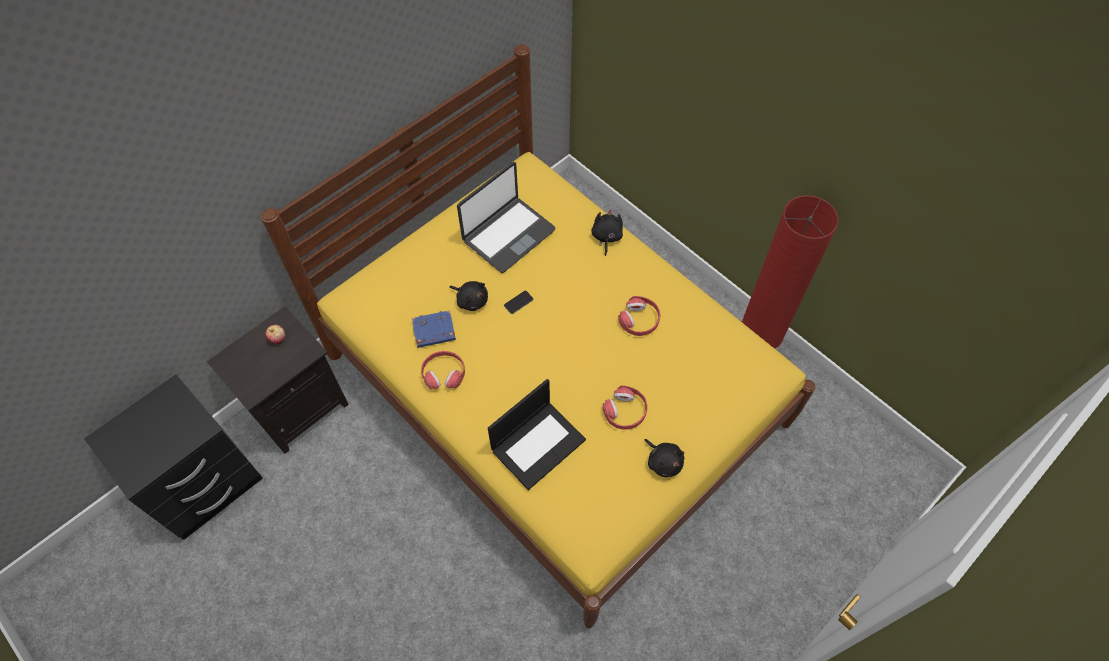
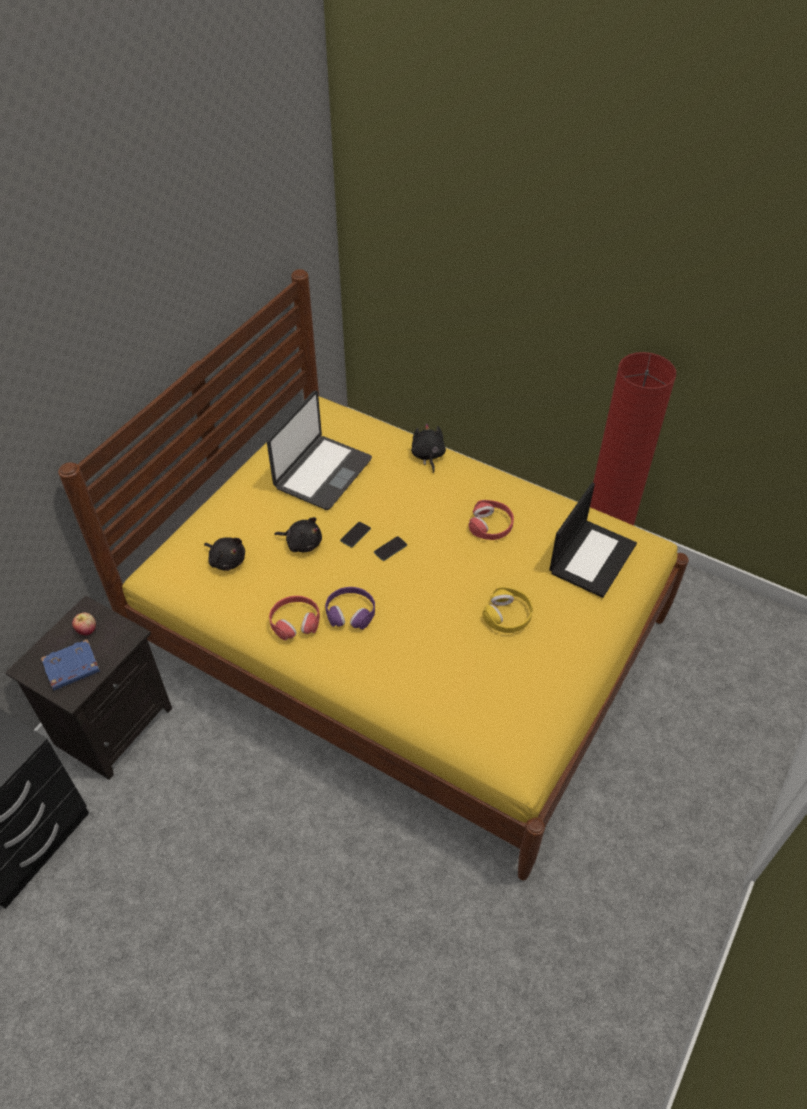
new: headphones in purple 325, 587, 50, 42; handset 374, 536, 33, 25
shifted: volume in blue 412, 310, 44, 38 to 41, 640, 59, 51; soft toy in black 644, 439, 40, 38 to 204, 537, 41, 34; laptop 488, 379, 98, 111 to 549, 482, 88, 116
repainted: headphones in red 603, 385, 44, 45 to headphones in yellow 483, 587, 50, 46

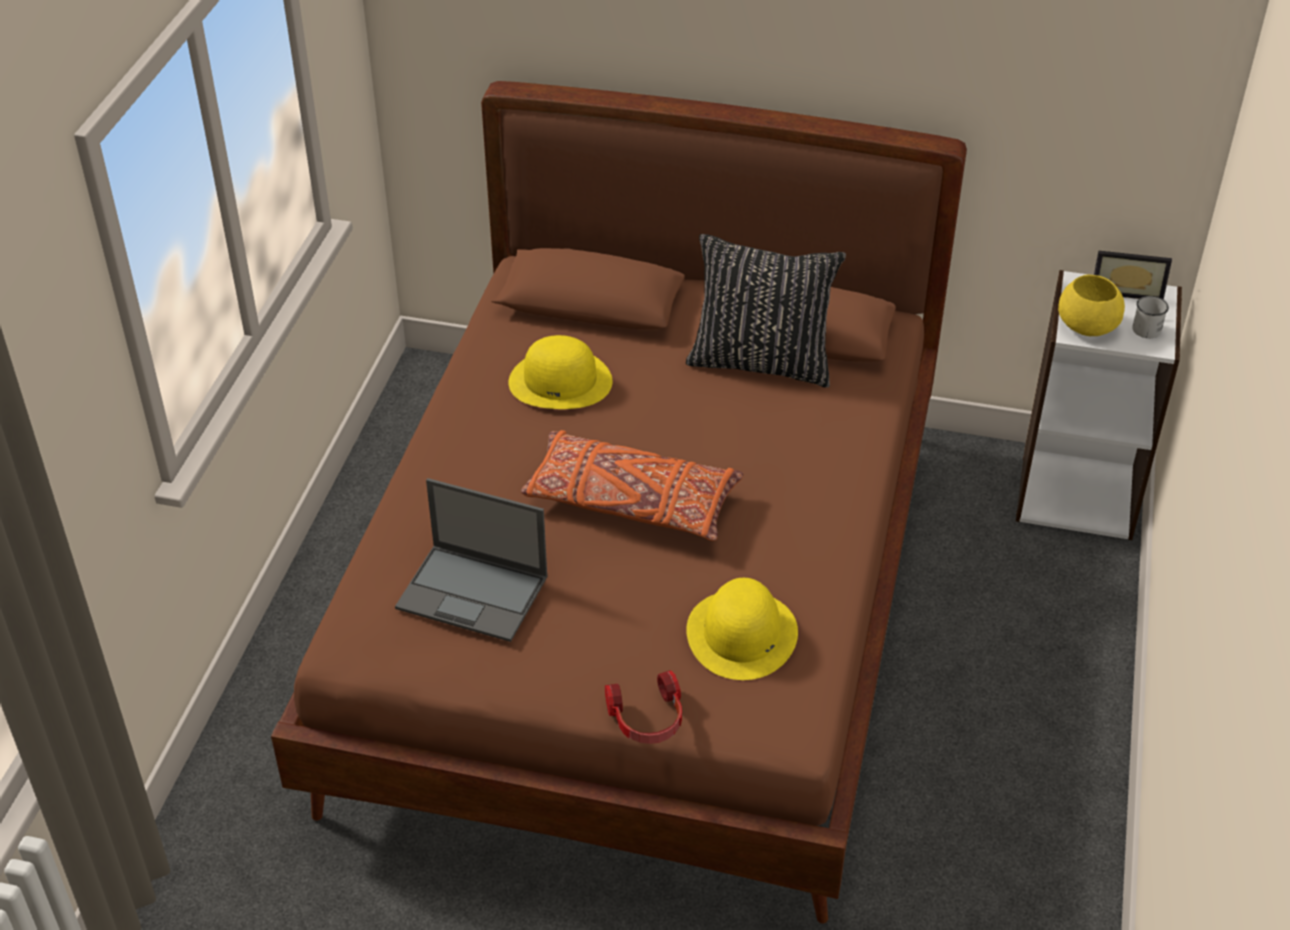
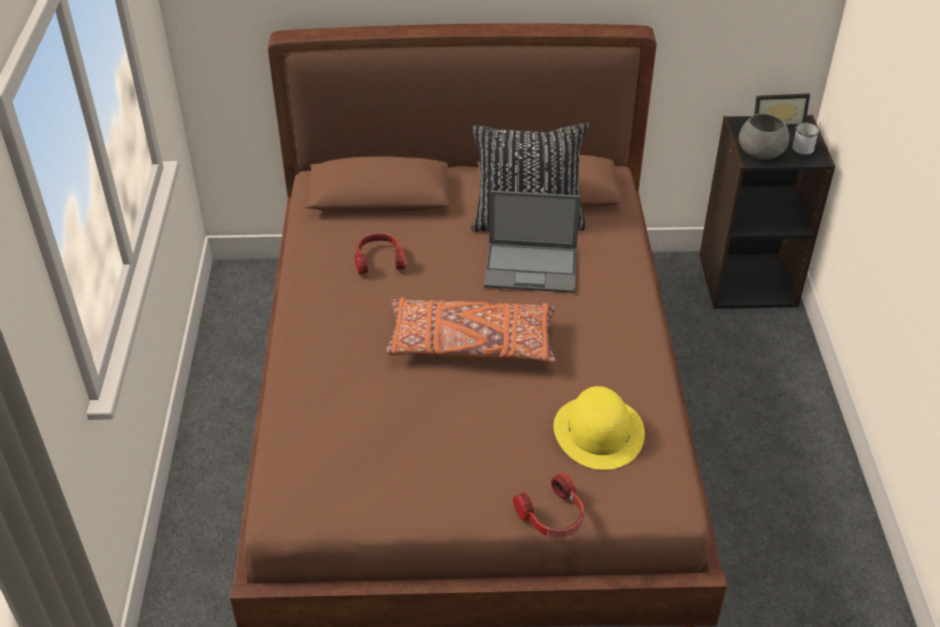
shifted: laptop 395, 478, 153, 164 to 484, 190, 97, 103
swapped: clothing hat in yellow 509, 335, 104, 74 to headphones 355, 233, 50, 41
repainted: shelving unit in white-coloured 1016, 270, 166, 270 to shelving unit in black 699, 115, 136, 194; deep dish in yellow 1058, 275, 67, 61 to deep dish in grey 739, 113, 50, 47

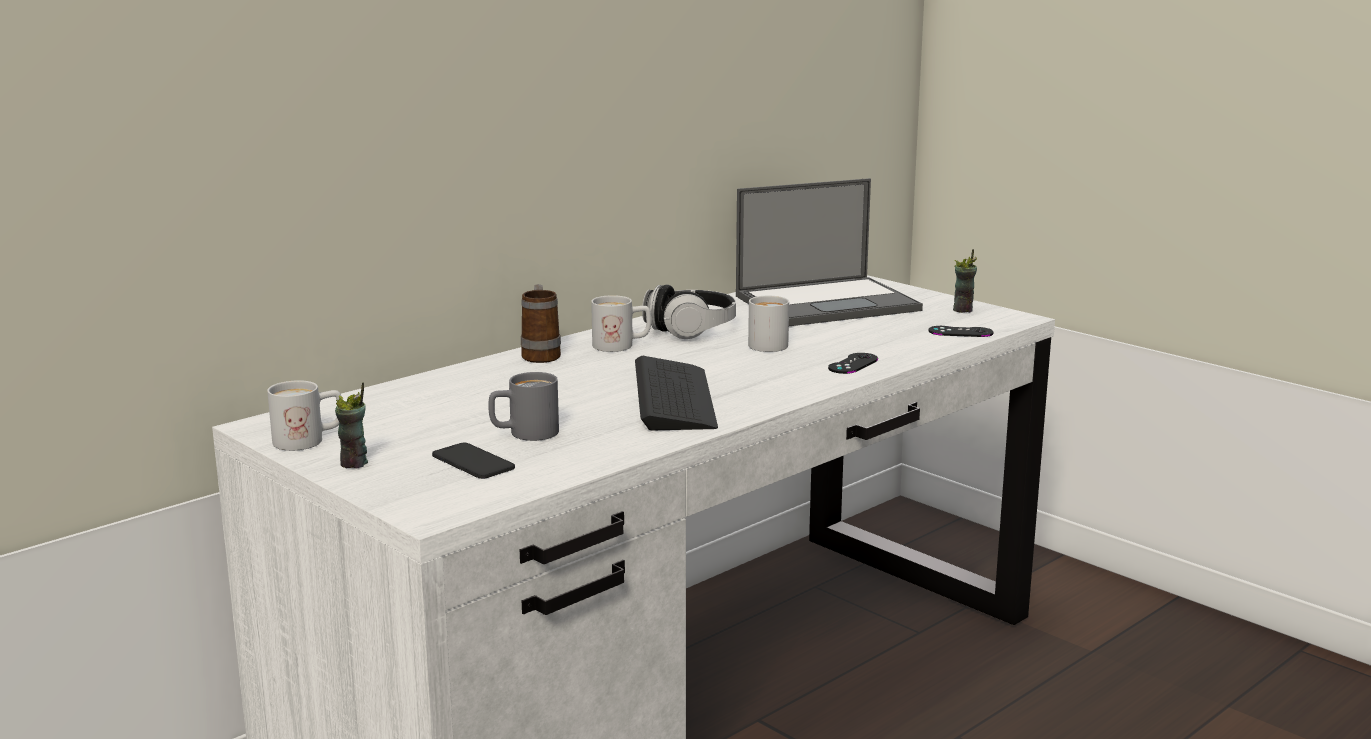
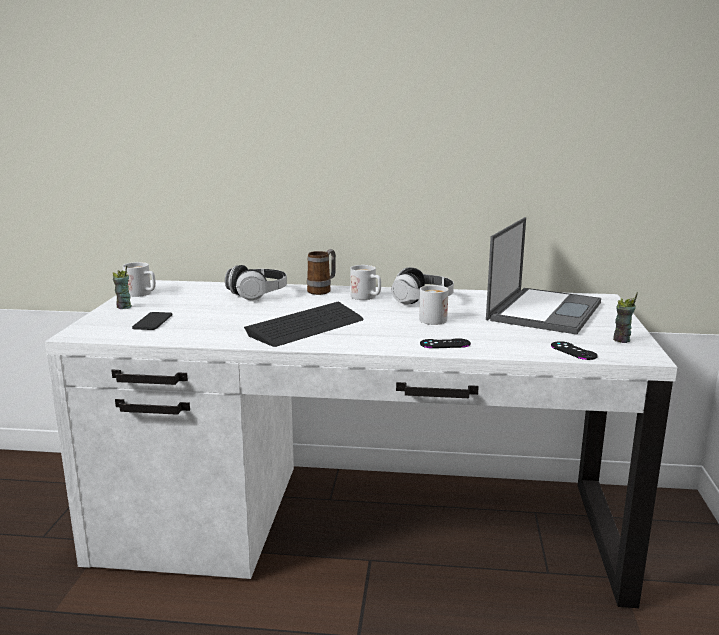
gone: tea mug in grey 488, 372, 71, 69
new: headphones 225, 265, 62, 35
rotated: laptop 736, 178, 187, 148 = 486, 217, 115, 118 90 degrees counterclockwise

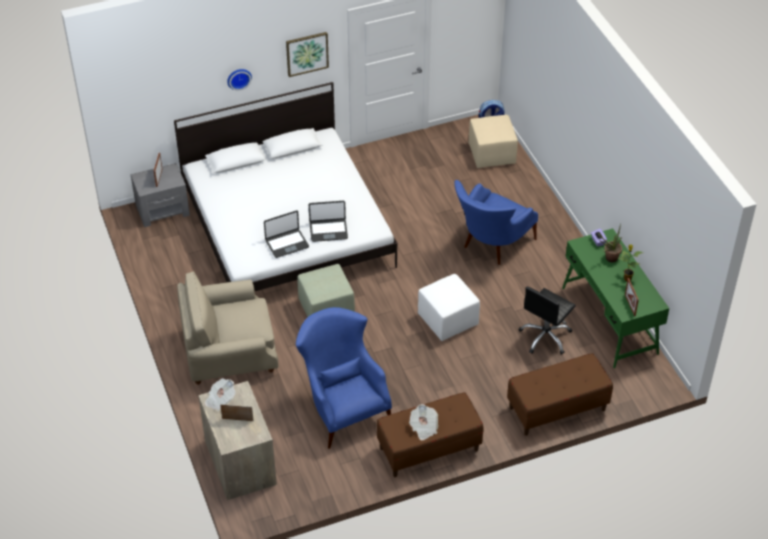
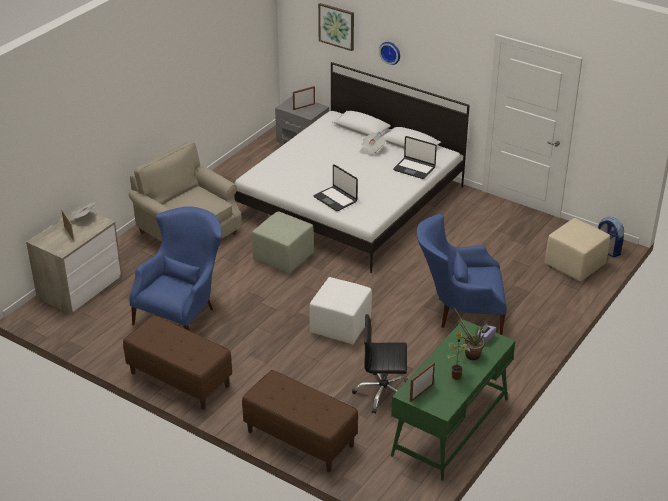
shifted: wall picture 286, 32, 43, 45 to 318, 3, 36, 48; newspaper 409, 404, 29, 36 to 359, 132, 27, 23; laptop 264, 210, 45, 48 to 393, 136, 44, 43

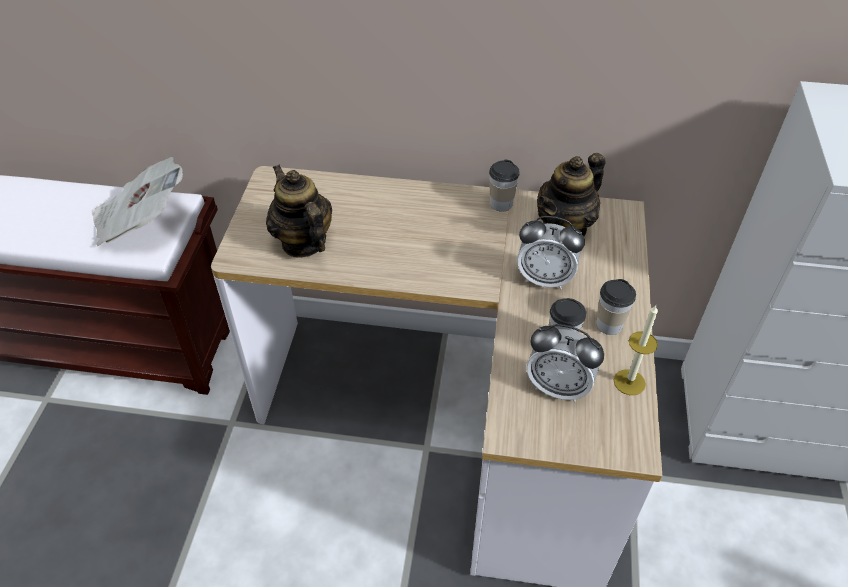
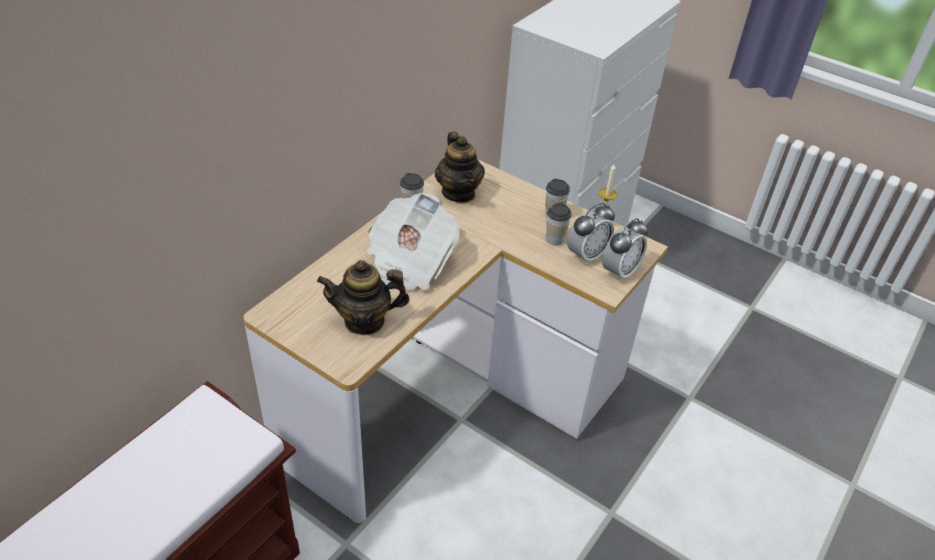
shifted: newspaper 92, 157, 91, 89 to 367, 193, 93, 97; table clock 517, 216, 68, 74 to 602, 218, 47, 64

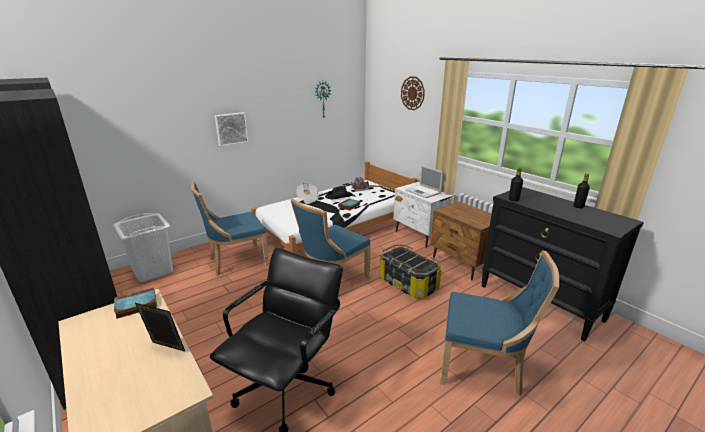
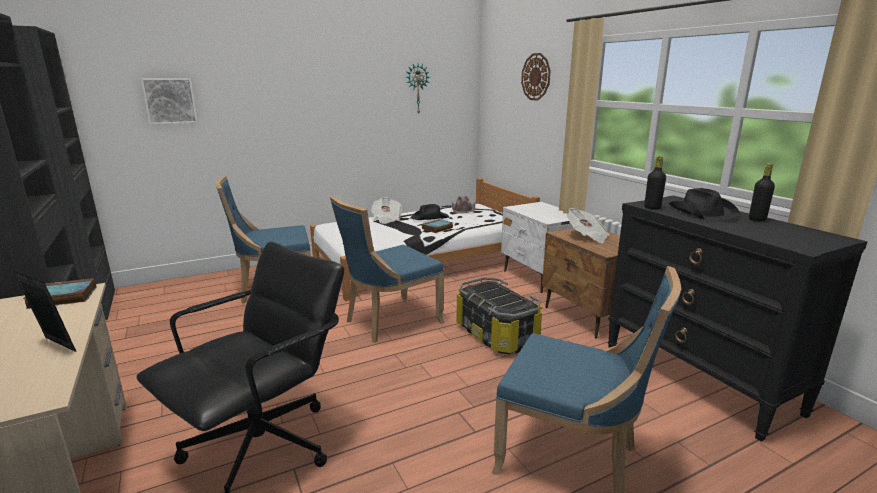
gone: hamper in white-coloured 113, 213, 60, 69; laptop 405, 165, 39, 33
new: newspaper 566, 208, 44, 35; clothing hat in black 669, 188, 71, 33
shifted: wall picture 215, 112, 34, 34 to 141, 78, 57, 47

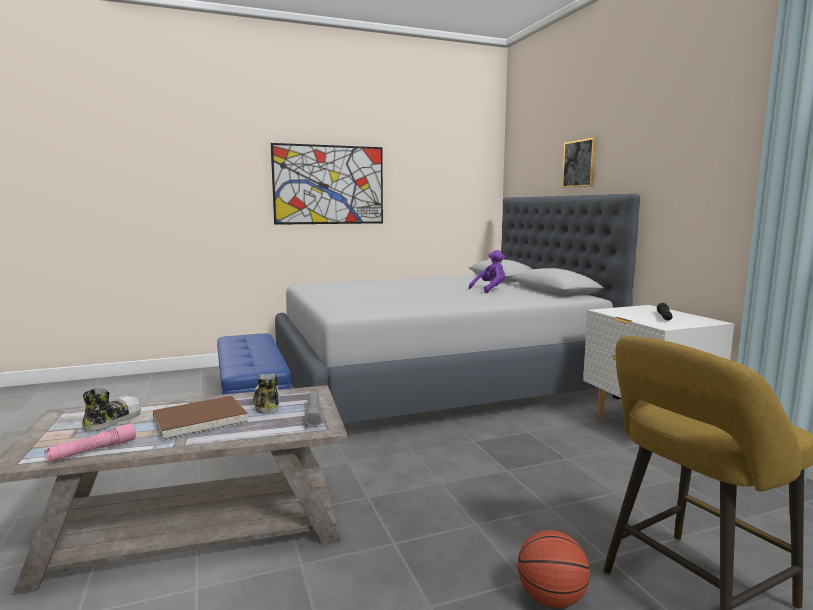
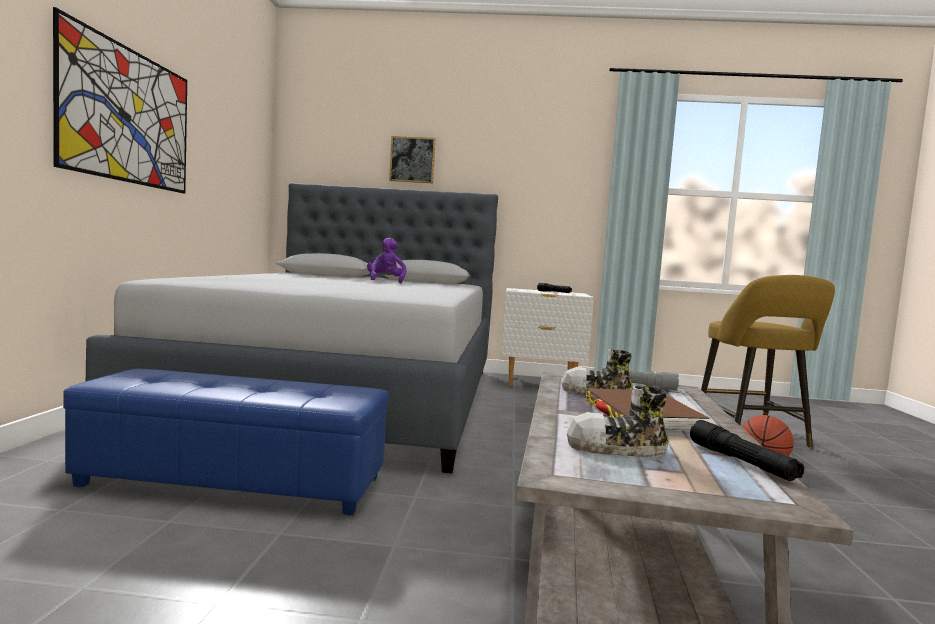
repainted: torch in pinkish 45, 423, 91, 39 to torch in black 690, 420, 114, 61
rotated: low shoe 82, 387, 59, 44 = 567, 385, 102, 72 45 degrees counterclockwise

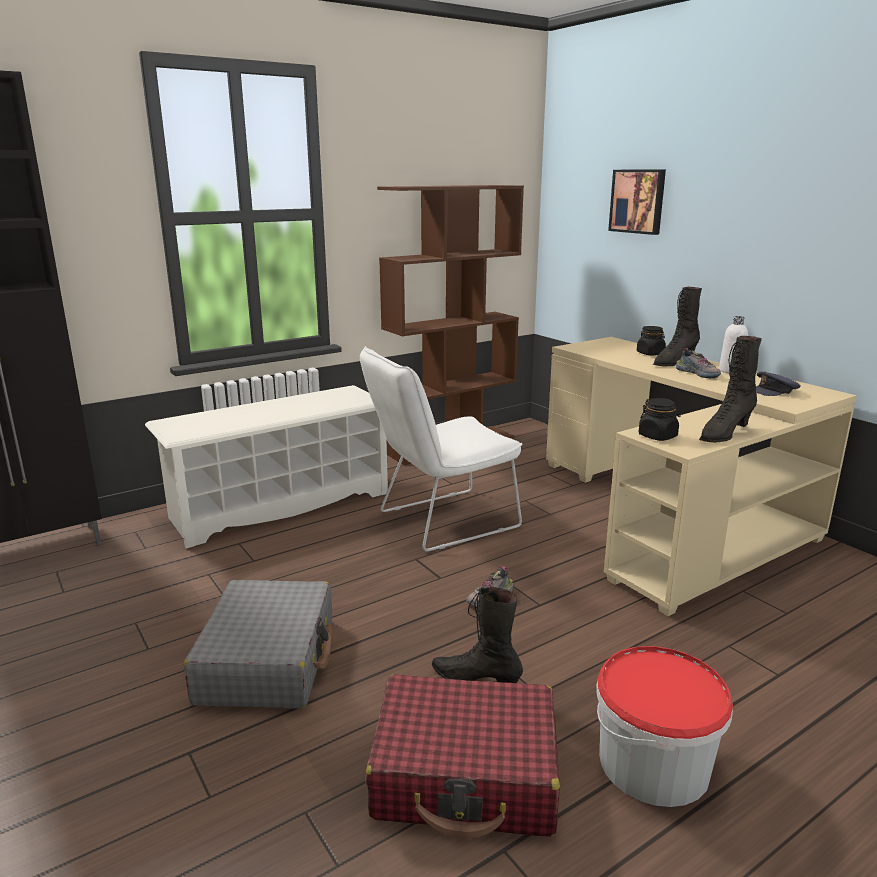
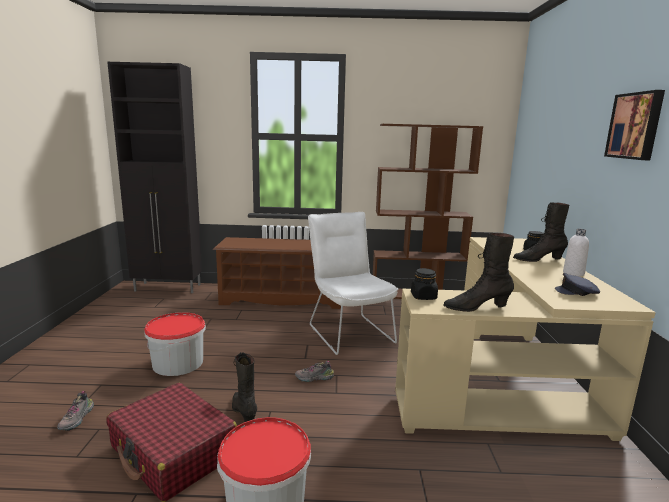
shifted: low shoe 675, 348, 46, 31 to 57, 391, 37, 40; wall picture 608, 170, 58, 65 to 604, 90, 61, 70
swapped: travel case in grey 184, 580, 148, 129 to water bucket 144, 312, 62, 64
repainted: shoe stand in white-coloured 145, 385, 243, 163 to shoe stand in brownish 213, 237, 128, 72
rotated: plain chair in white-coloured 360, 346, 162, 206 = 308, 212, 90, 143 60 degrees clockwise

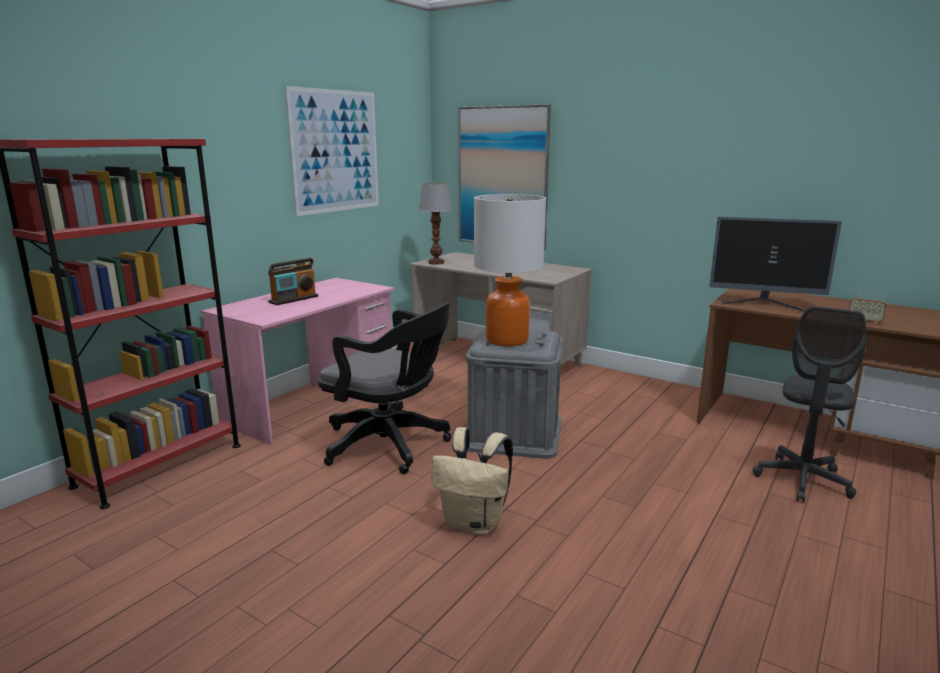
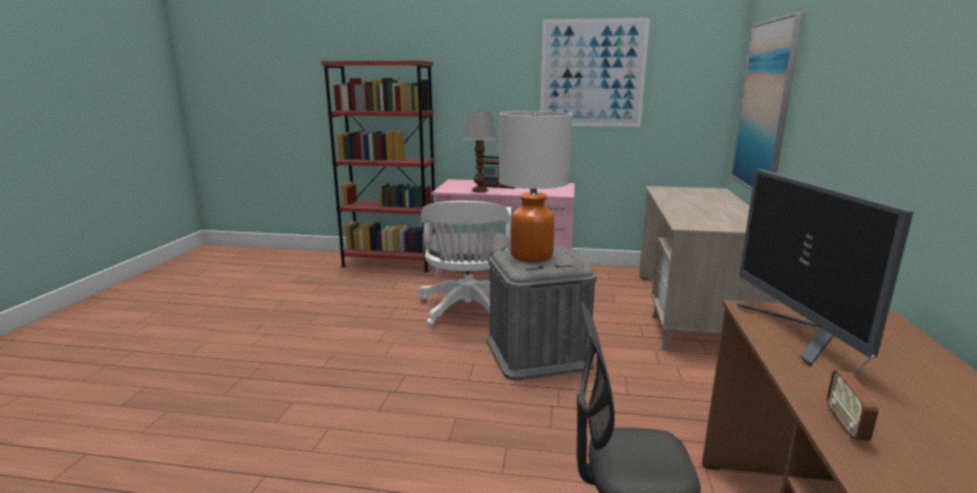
gone: rucksack in beige-coloured 431, 427, 82, 108
shifted: lamp for a table 419, 183, 34, 82 to 463, 112, 34, 81
repainted: office chair in black 318, 302, 133, 172 to office chair in white-coloured 418, 201, 93, 125

